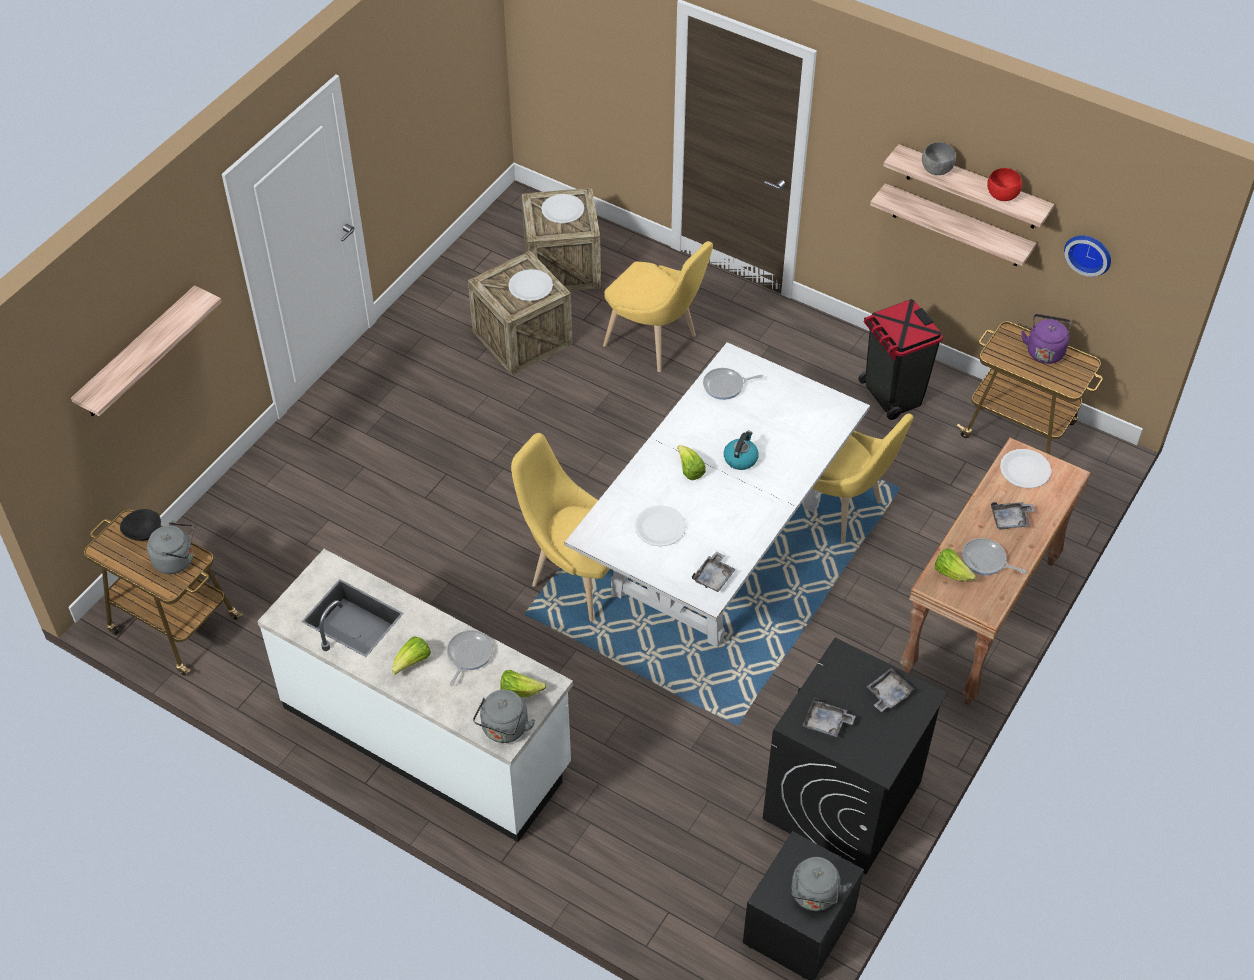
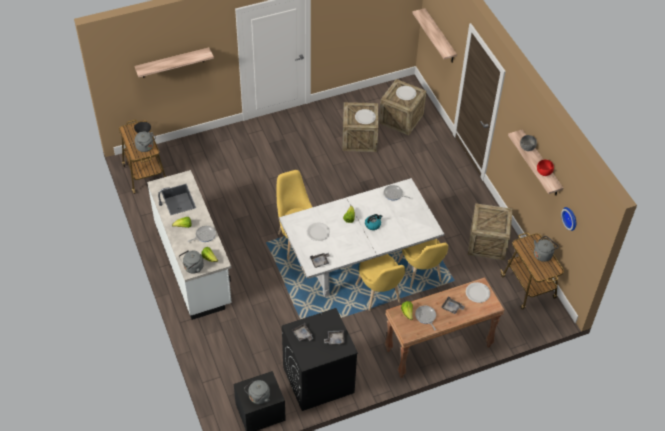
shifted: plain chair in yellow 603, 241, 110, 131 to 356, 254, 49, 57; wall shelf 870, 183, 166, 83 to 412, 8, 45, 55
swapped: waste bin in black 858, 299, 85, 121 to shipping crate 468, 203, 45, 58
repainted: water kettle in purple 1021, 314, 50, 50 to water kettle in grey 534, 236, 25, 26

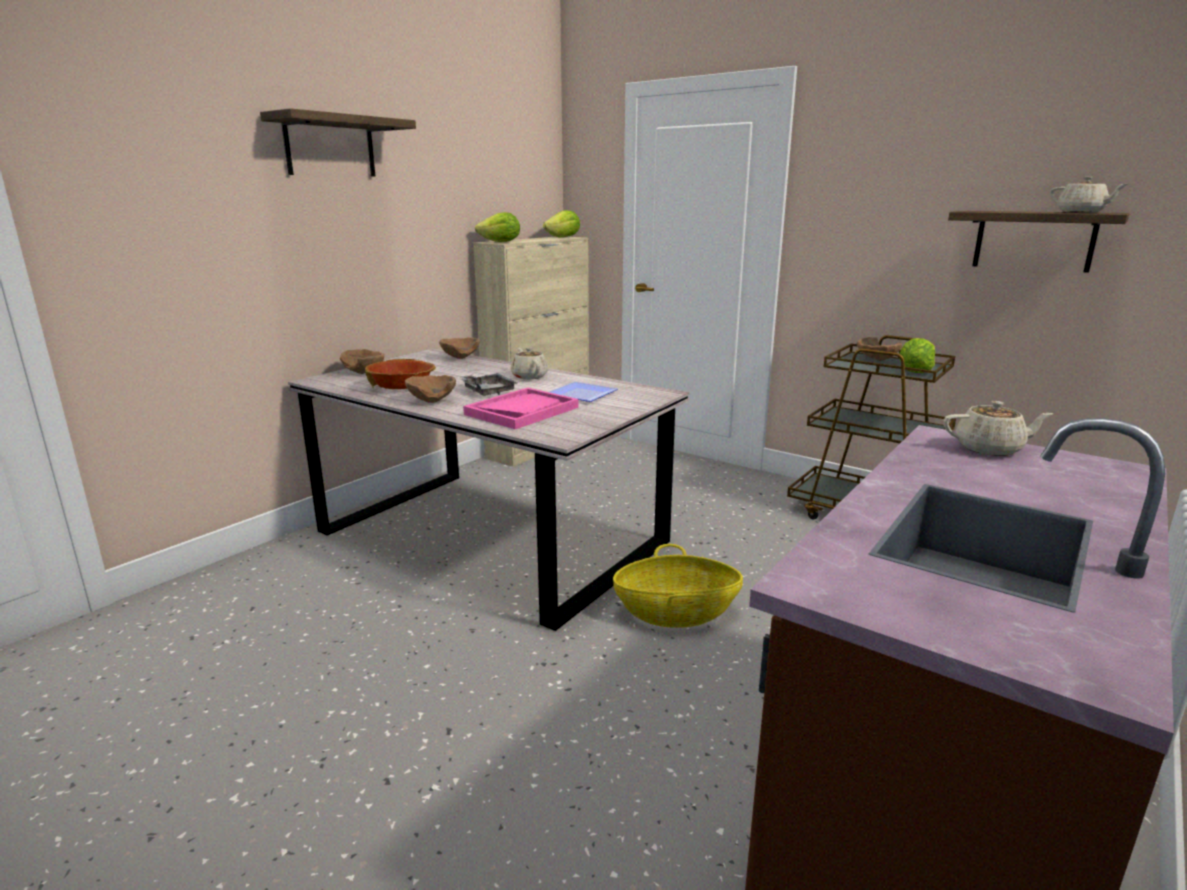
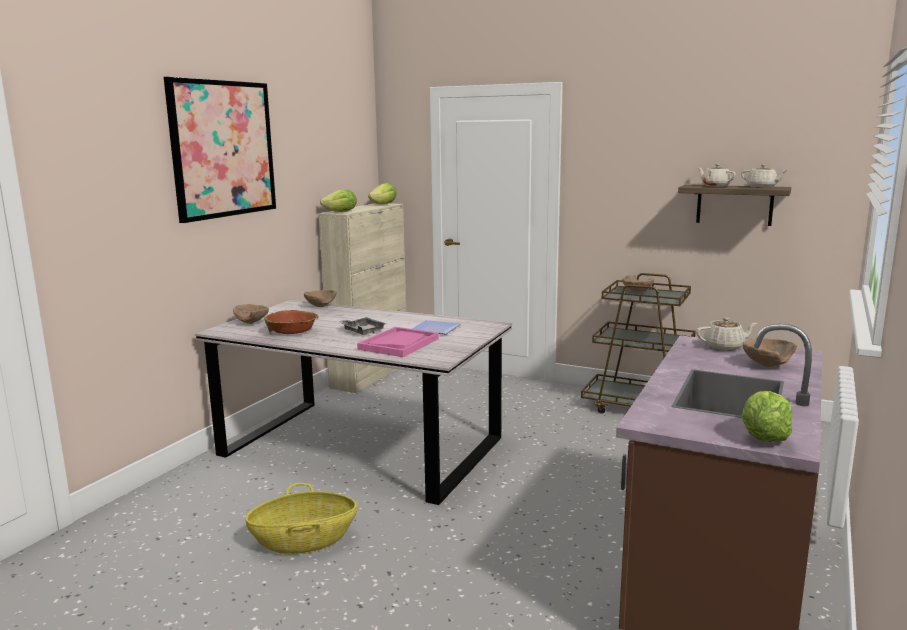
shifted: storage basket 613, 544, 130, 84 to 245, 483, 112, 72; teapot in beige-coloured 511, 347, 37, 32 to 698, 164, 38, 23; head of lettuce 899, 338, 36, 35 to 741, 391, 51, 51; deep dish in brownish 405, 375, 51, 28 to 743, 338, 54, 29
swapped: wall shelf 260, 108, 156, 68 to wall picture 164, 77, 112, 146

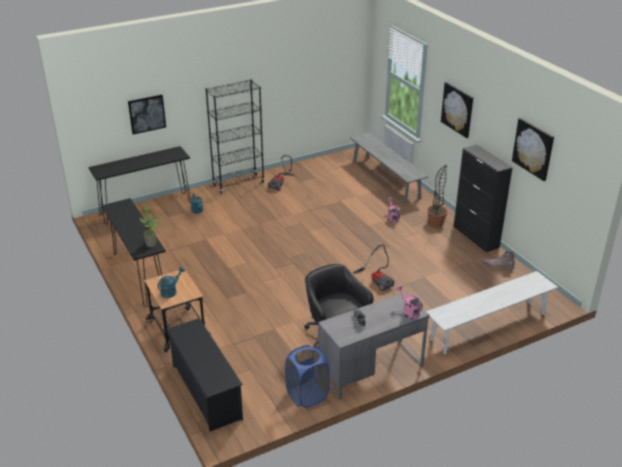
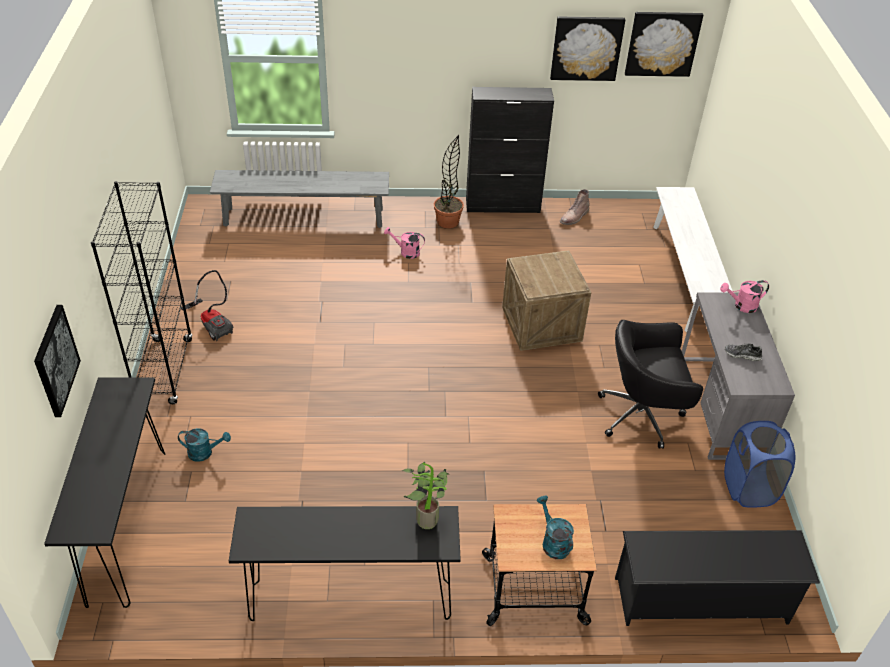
shifted: wall picture 441, 82, 32, 56 to 625, 12, 78, 65
swapped: hoover 353, 245, 42, 46 to shipping crate 502, 251, 89, 100

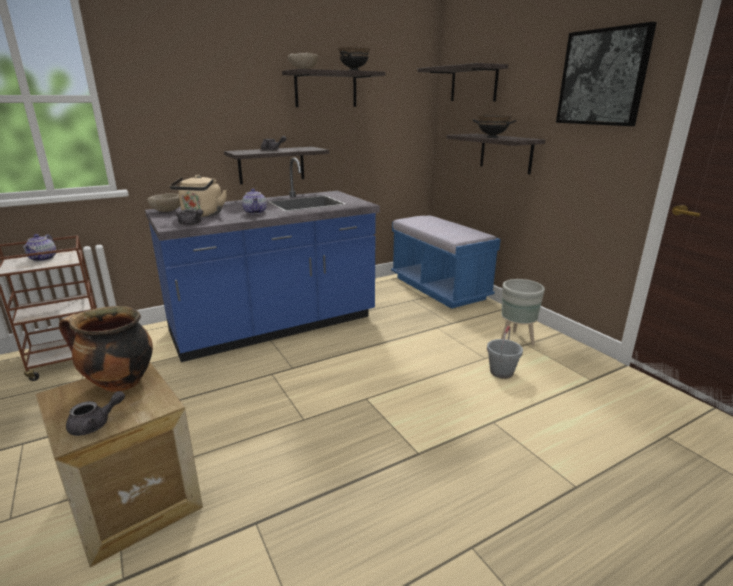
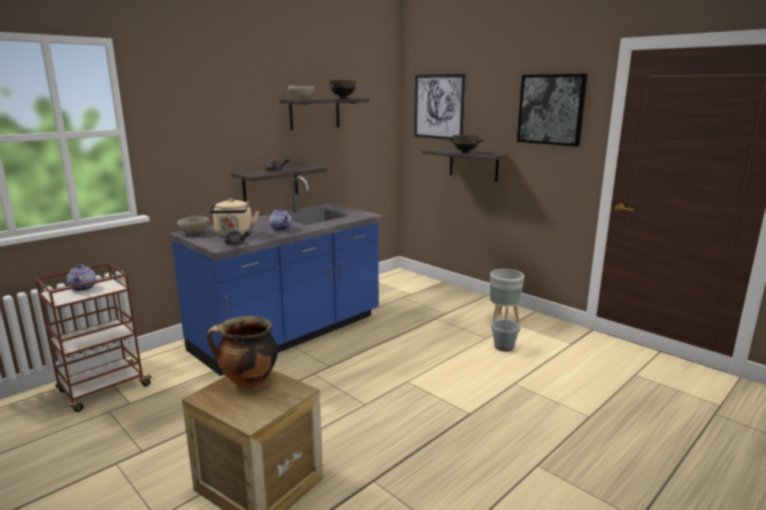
gone: teapot in grey 66, 391, 59, 45; long seat in blue 391, 216, 110, 93
swapped: wall shelf 418, 63, 90, 38 to wall picture 414, 74, 52, 66

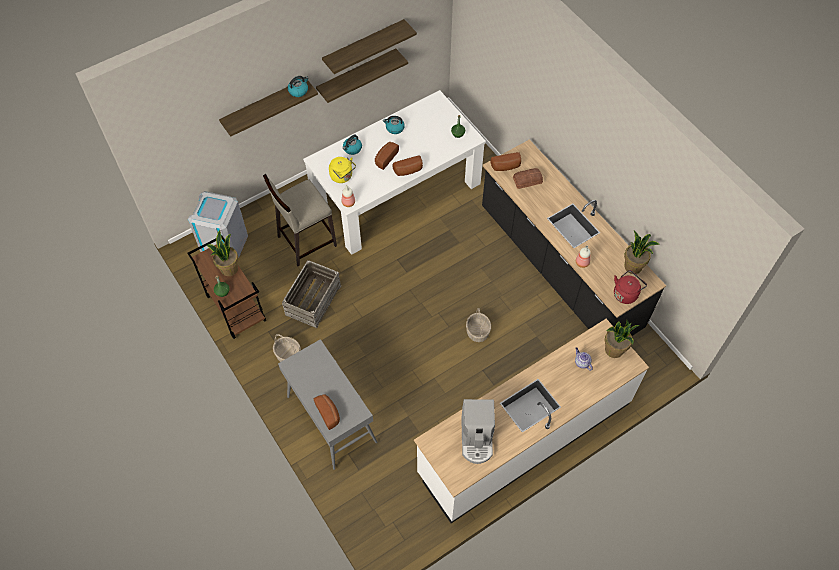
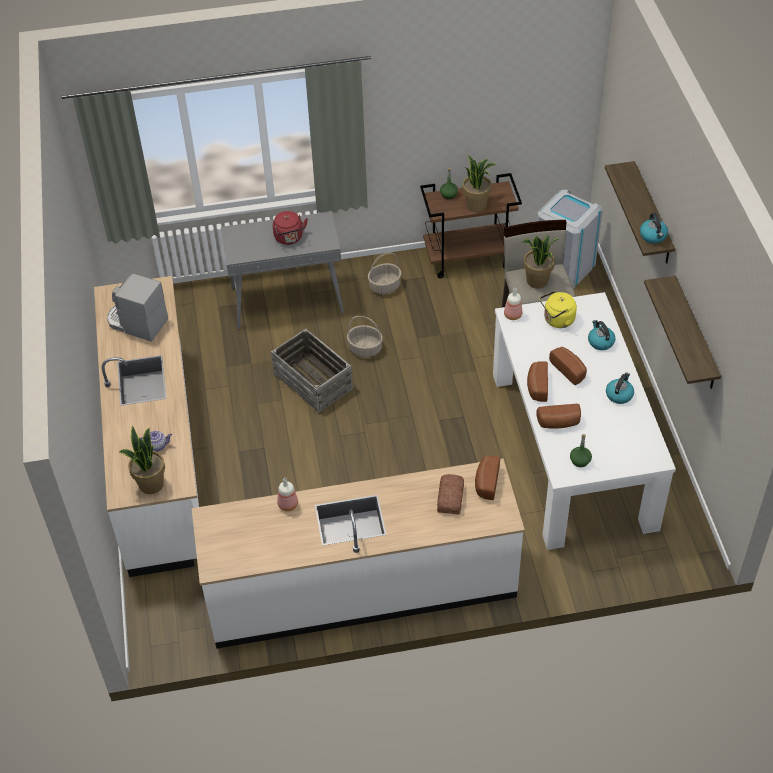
gone: wall shelf 322, 19, 95, 55
shifted: shipping crate 282, 260, 59, 68 to 271, 328, 82, 85; water kettle in red 614, 270, 33, 34 to 273, 211, 35, 34; storage basket 466, 308, 25, 34 to 347, 316, 36, 41; plant in a pot 624, 230, 36, 44 to 521, 234, 39, 55; bread 314, 394, 26, 36 to 536, 404, 45, 25
repainted: kitchen base unit in black 482, 140, 184, 196 to kitchen base unit in white-coloured 192, 459, 333, 189

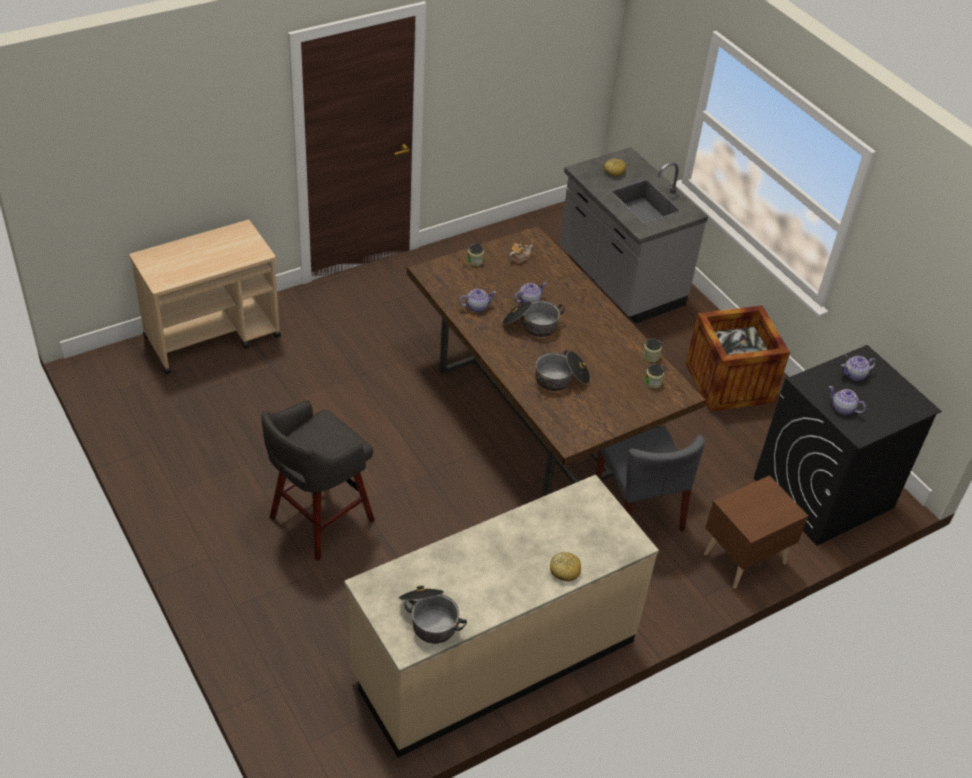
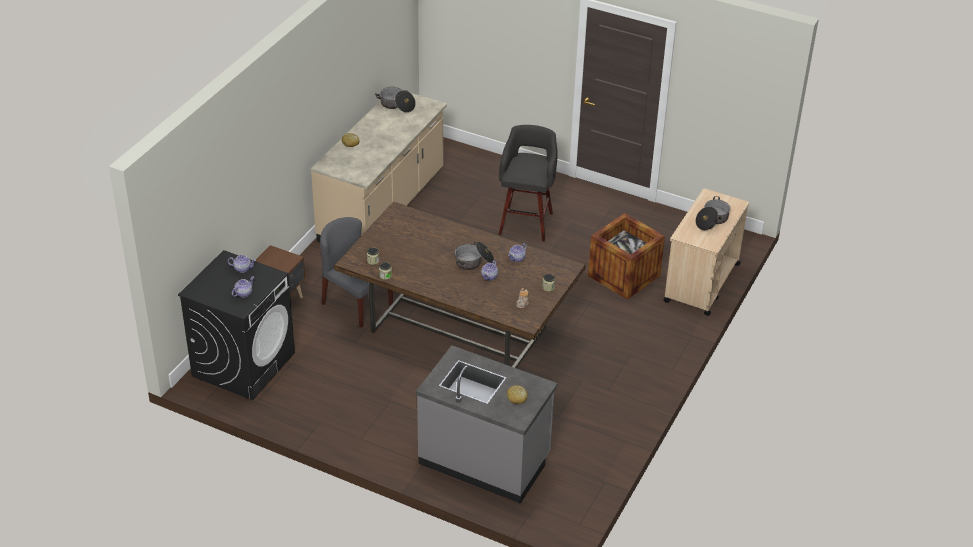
shifted: shipping crate 686, 305, 104, 107 to 588, 213, 77, 87; stockpot 535, 350, 55, 41 to 695, 196, 36, 35

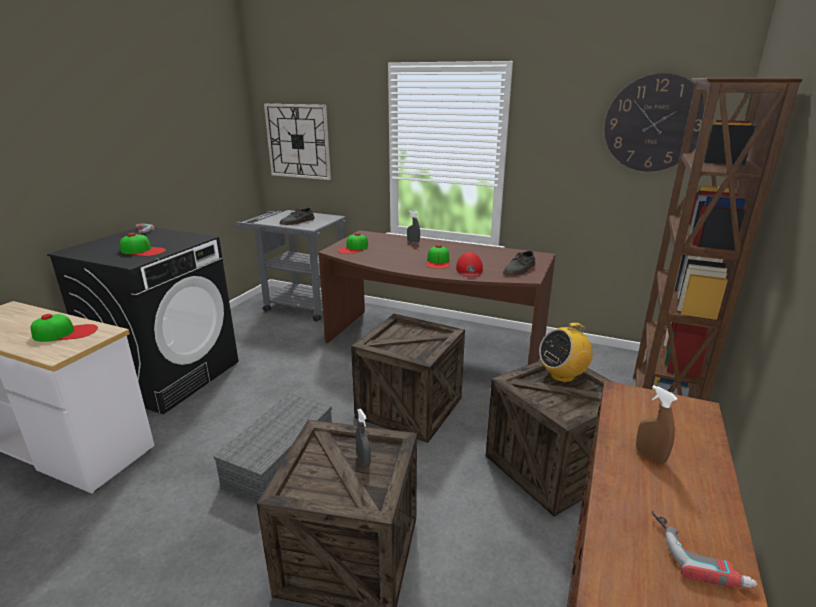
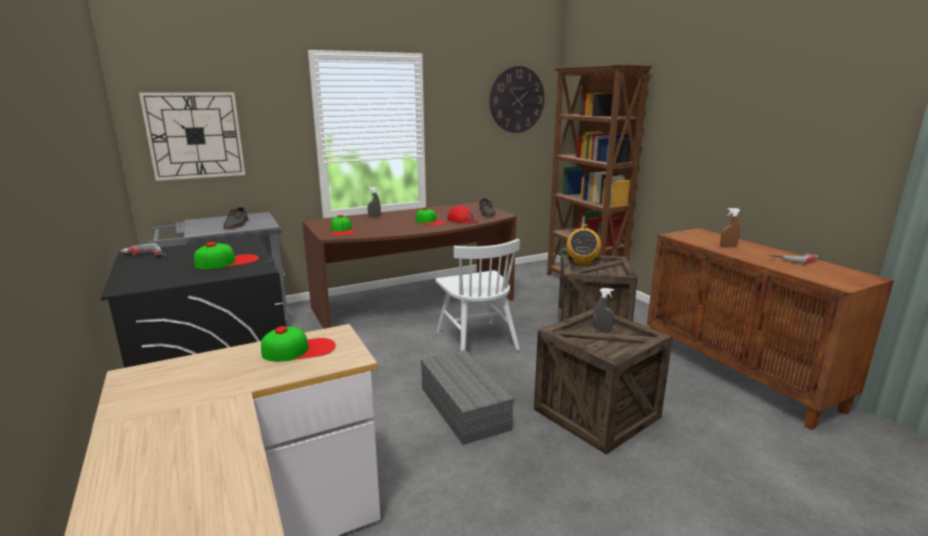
swapped: shipping crate 351, 314, 114, 129 to plain chair in white-coloured 435, 239, 85, 112
rotated: peaked cap 31, 314, 67, 28 = 261, 326, 75, 36 45 degrees clockwise

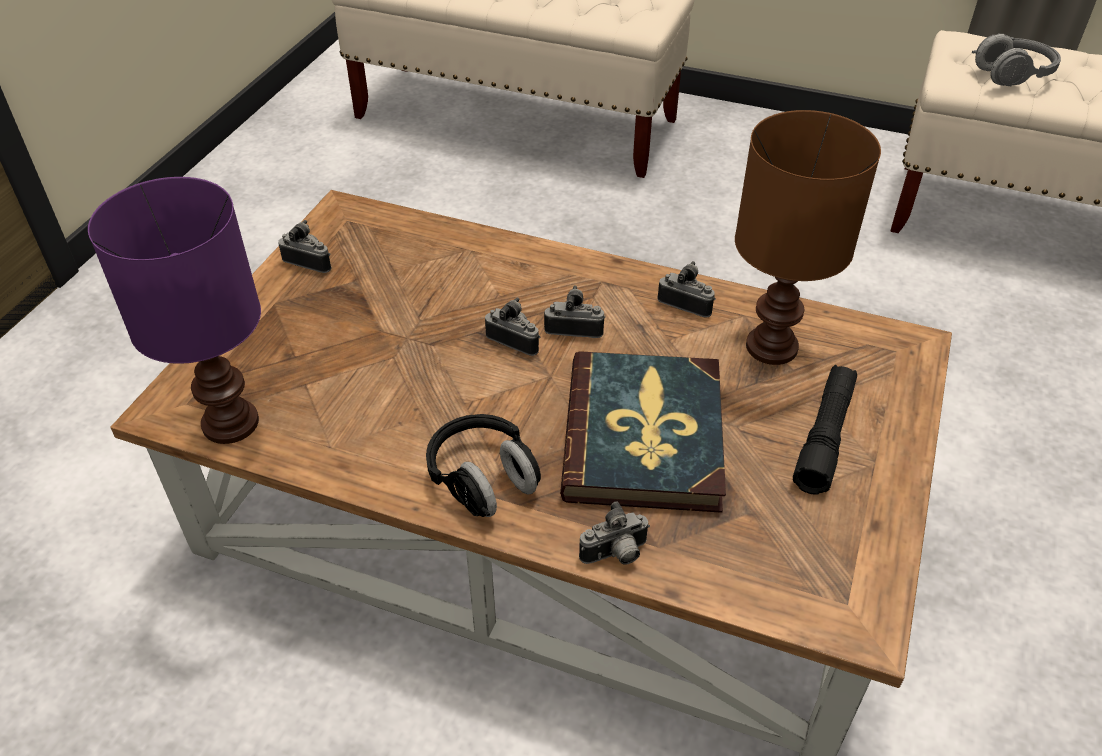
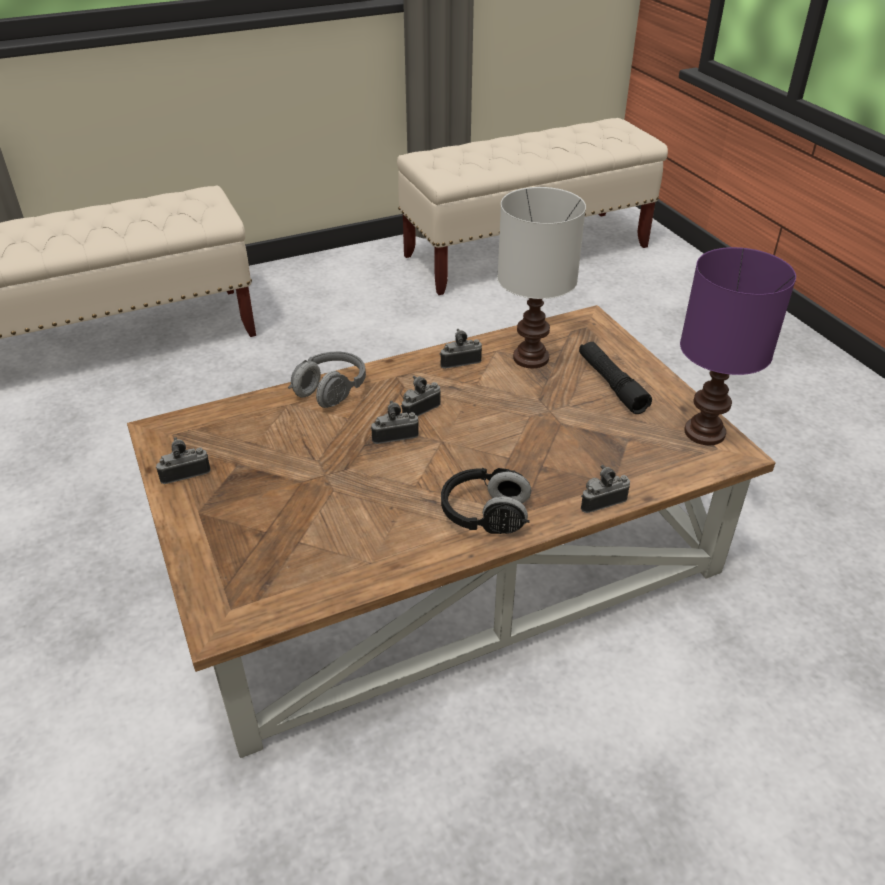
gone: volume 560, 351, 166, 162
shifted: headphones in grey 972, 34, 89, 52 to 288, 352, 78, 56; lamp for a table in purple 88, 177, 173, 267 to 680, 247, 116, 198
repainted: lamp for a table in brownish 735, 110, 146, 255 to lamp for a table in white-coloured 497, 187, 89, 181
rotated: photo camera 579, 501, 71, 64 = 581, 465, 49, 48 135 degrees counterclockwise

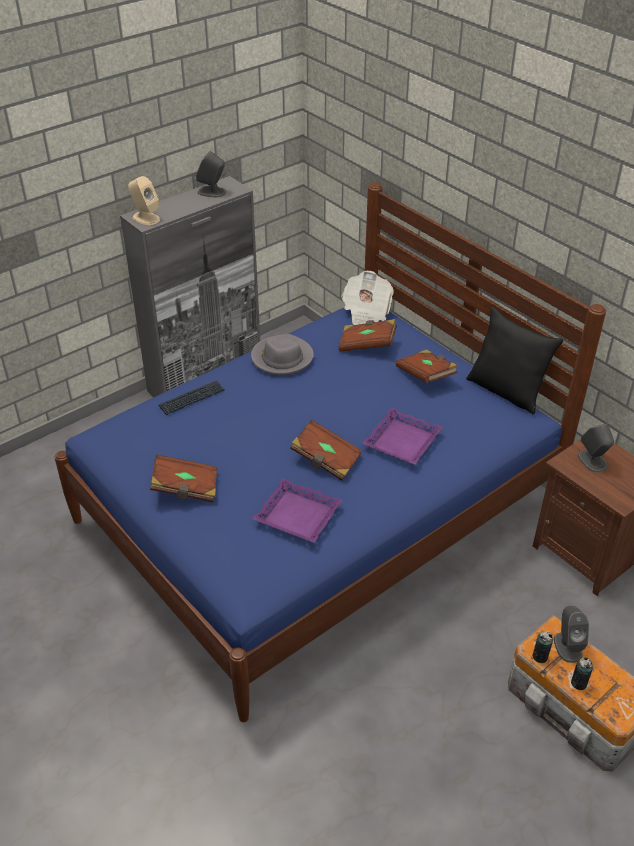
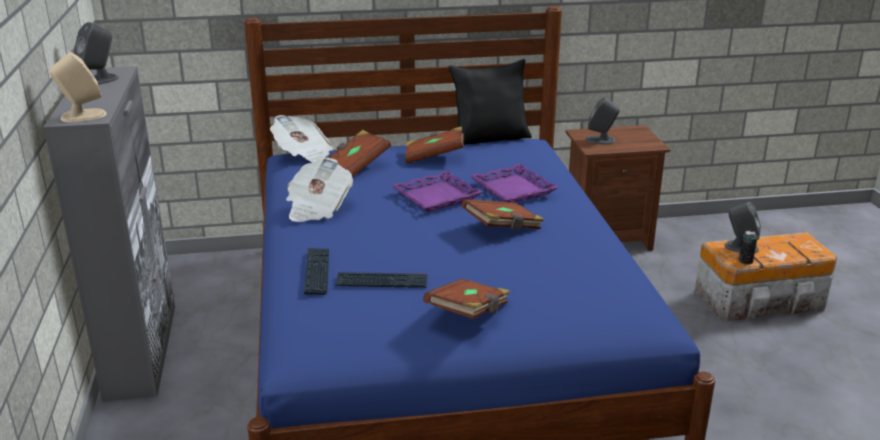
gone: metal can 571, 657, 22, 33
new: computer keyboard 335, 272, 92, 16
shifted: serving tray in purple 252, 478, 91, 65 to 391, 170, 91, 42
swapped: clothing hat in grey 251, 334, 63, 42 to newspaper 286, 158, 67, 64

